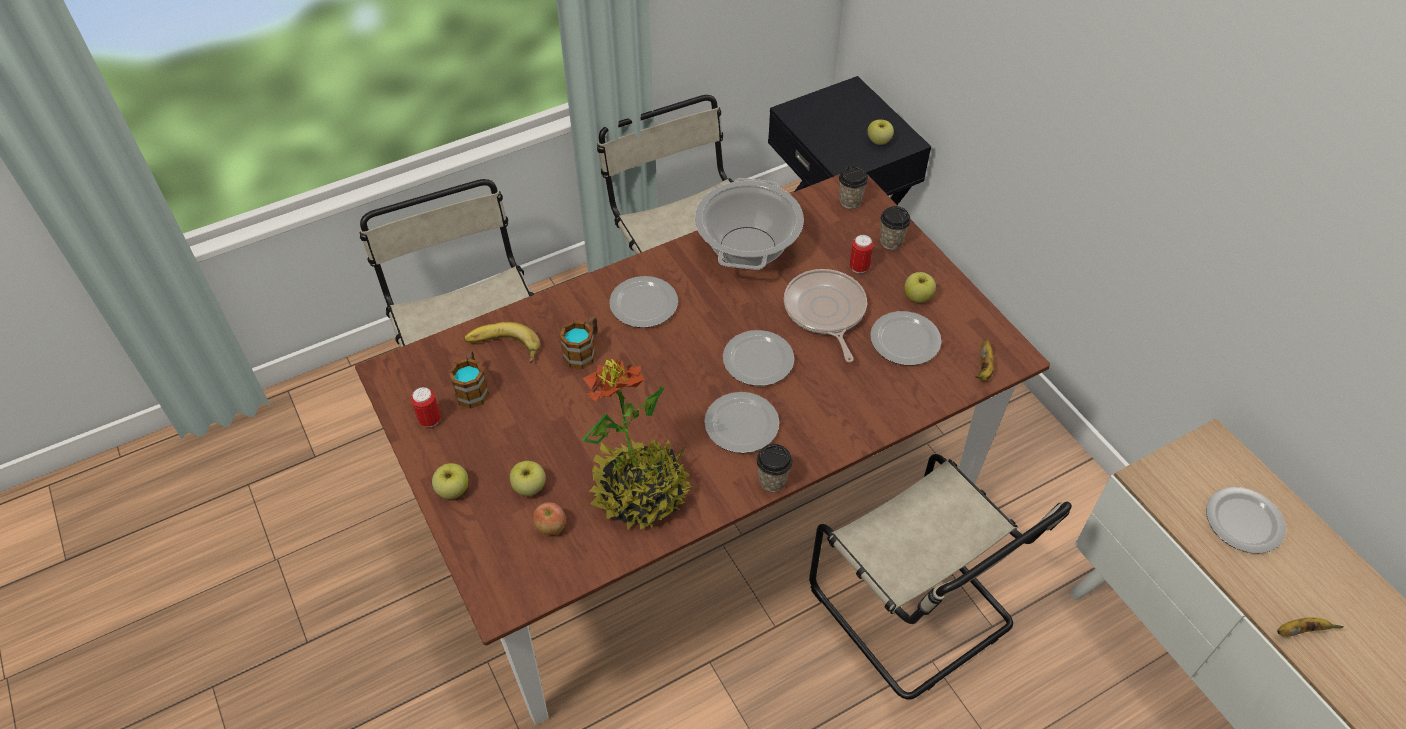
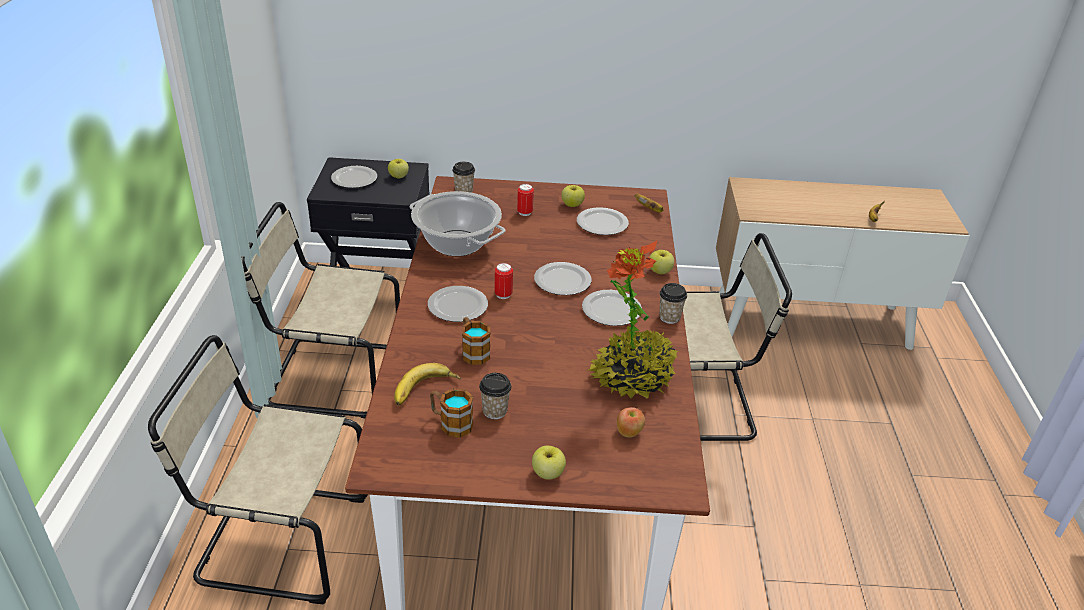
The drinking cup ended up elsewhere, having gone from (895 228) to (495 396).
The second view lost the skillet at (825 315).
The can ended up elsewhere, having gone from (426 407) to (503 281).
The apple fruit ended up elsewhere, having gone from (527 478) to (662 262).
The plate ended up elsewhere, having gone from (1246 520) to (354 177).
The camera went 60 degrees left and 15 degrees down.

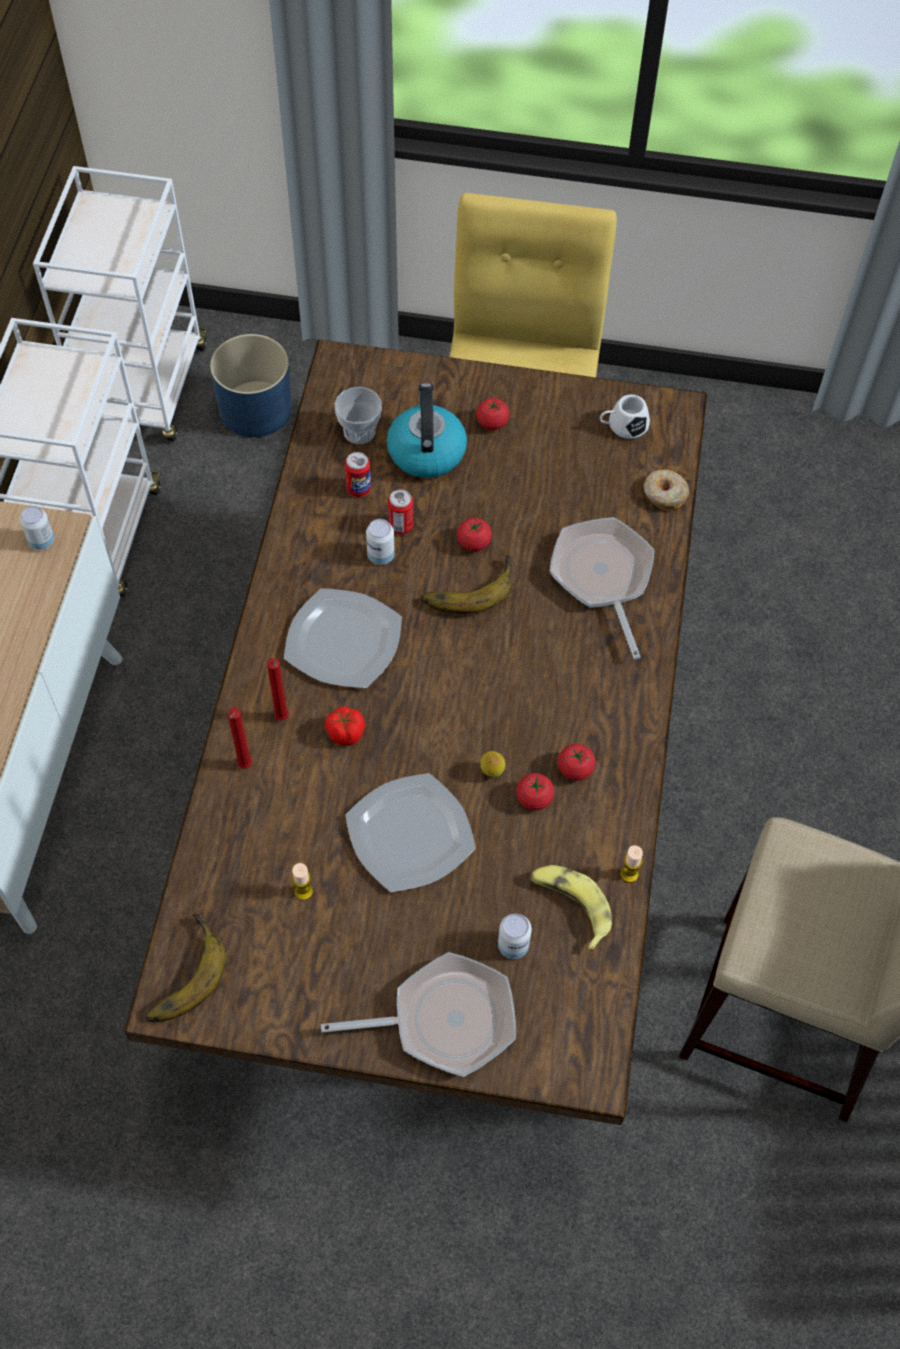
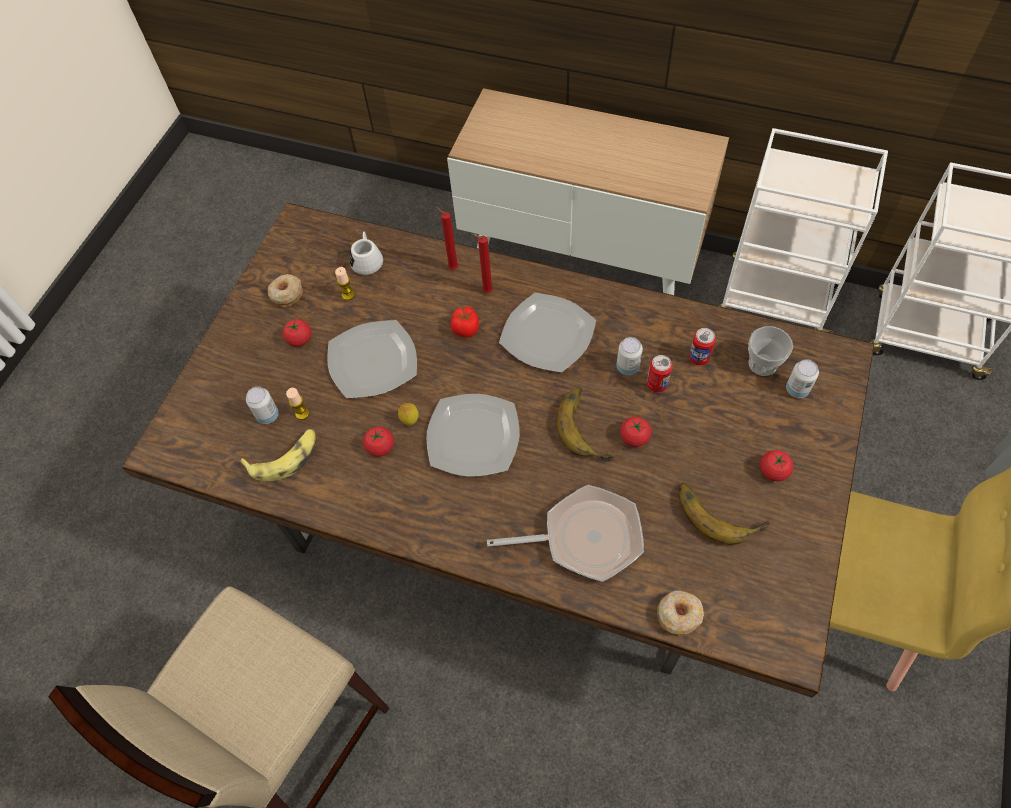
The second view lost the blue-coloured flower pot at (251 385).
The second view lost the water kettle at (427 430).
The white-coloured mug ended up elsewhere, having gone from (625 416) to (366 253).
The can ended up elsewhere, having gone from (37 528) to (802 378).
The whole tomato ended up elsewhere, having gone from (577 762) to (297 333).
The wax light ended up elsewhere, having gone from (631 864) to (297 404).
The banana fruit ended up elsewhere, having gone from (185 967) to (724 514).
The second view lost the skillet at (418 1014).
The second view gained the doughnut at (285 290).
The second view gained the plate at (473 435).
The camera went 105 degrees right and 0 degrees up.

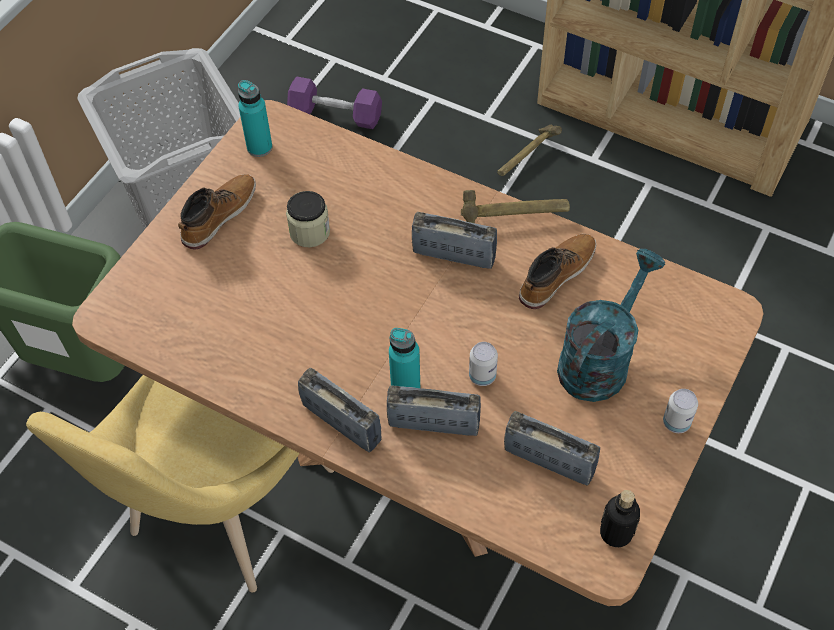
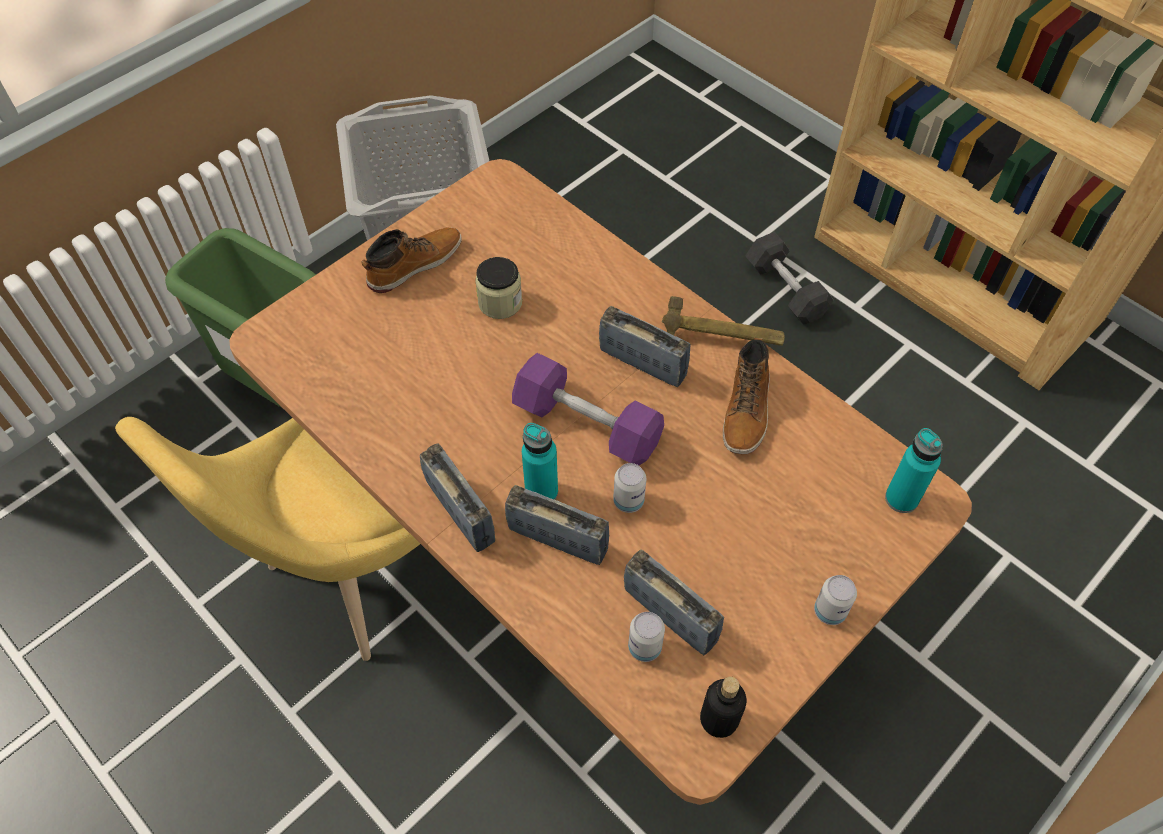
The purplish free weight ended up elsewhere, having gone from (334 102) to (588 409).
The turquoise bottle ended up elsewhere, having gone from (255 118) to (914 470).
Where the hand hammer stood at (529 150), the black-coloured free weight came to stand at (789 278).
The tall boot at (557 271) ended up facing another way, 135 degrees clockwise from before.
The second view lost the turquoise sprinkling can at (611 325).
The second view gained the can at (646 637).
The camera went 15 degrees right and 0 degrees up.

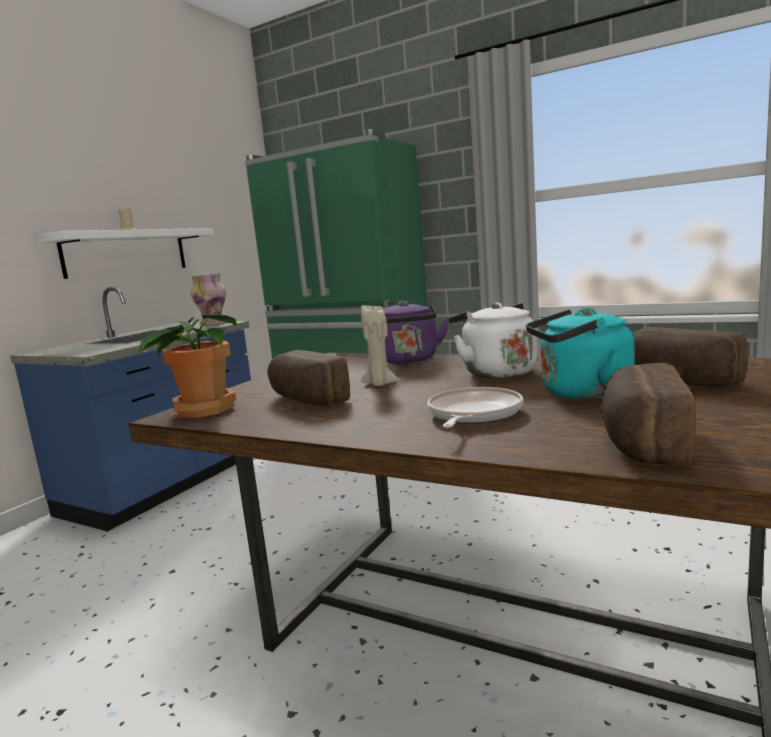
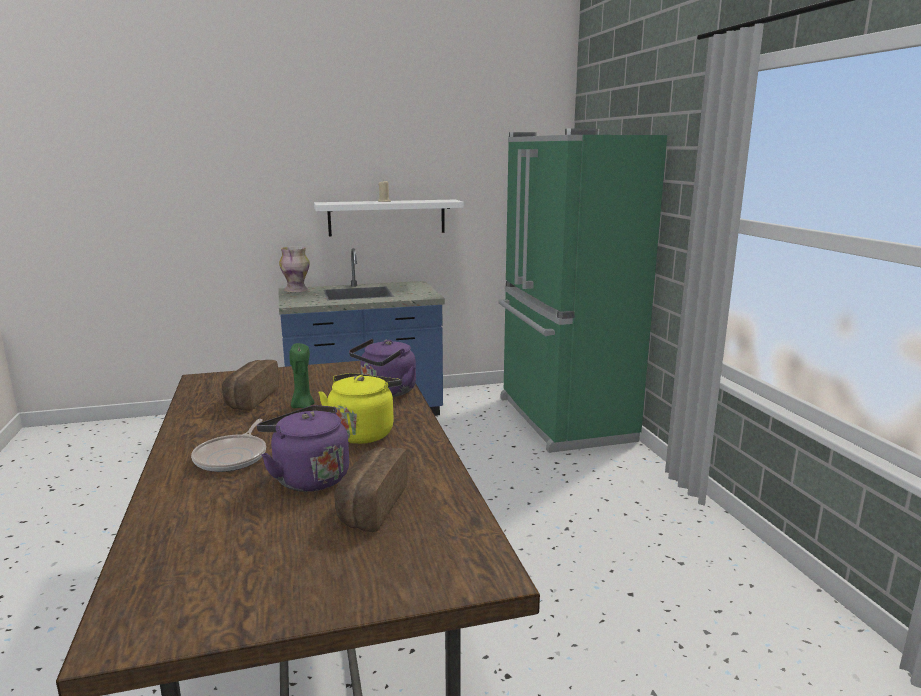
The vase ended up elsewhere, having gone from (208 299) to (294 269).
What was the white-coloured water kettle at (493 340) turned into the yellowish water kettle at (360 408).
What was the sand-coloured wax light at (380 345) turned into the green-coloured wax light at (302 375).
What was the turquoise water kettle at (580 354) turned into the purplish water kettle at (303 448).
The second view lost the potted plant at (187 366).
The second view lost the bread at (647 414).
The skillet at (475 407) ended up facing another way, 120 degrees clockwise from before.
The camera went 45 degrees right and 5 degrees up.

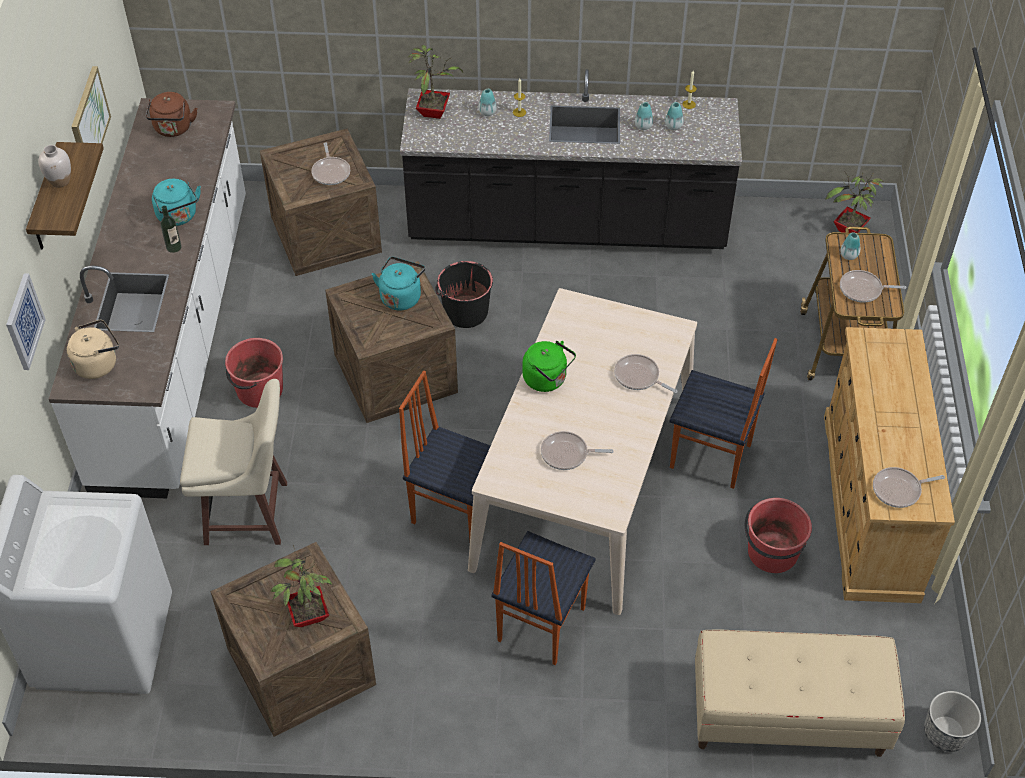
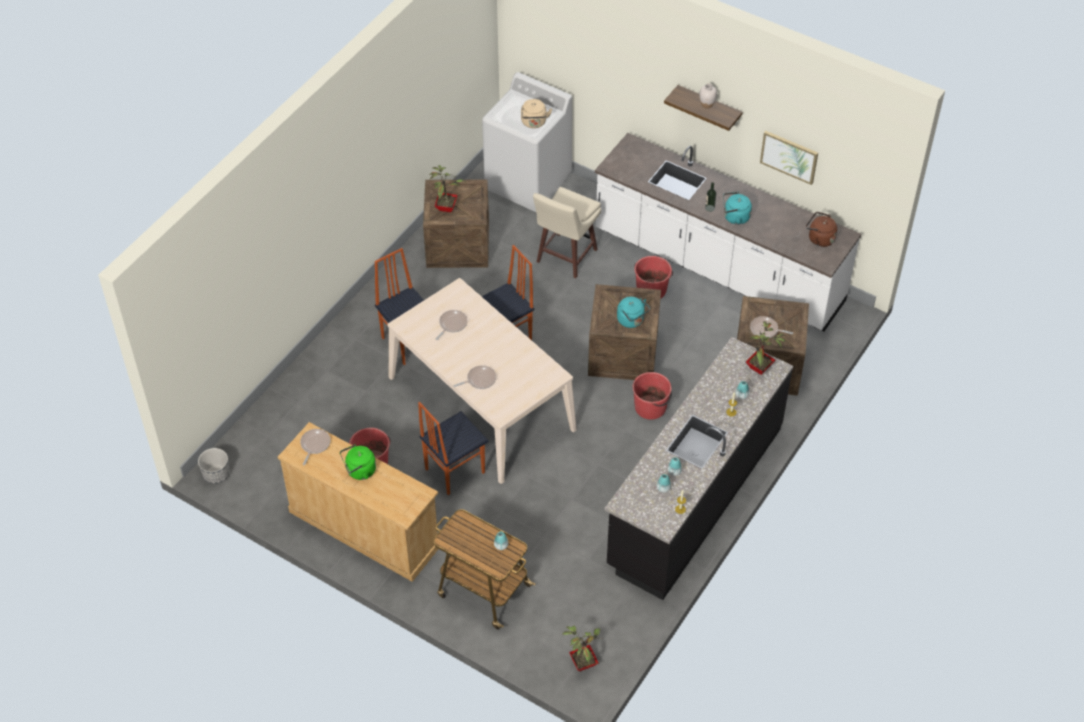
What was the black-coloured bucket at (464 294) turned into the red bucket at (652 396).
The second view lost the skillet at (873 286).
The second view lost the wall picture at (26 321).
The sand-coloured water kettle ended up elsewhere, having gone from (93 349) to (536 113).
The green-coloured water kettle ended up elsewhere, having gone from (549 366) to (358 462).
The second view lost the sand-coloured indoor bench at (800 693).
The camera went 120 degrees right and 0 degrees up.

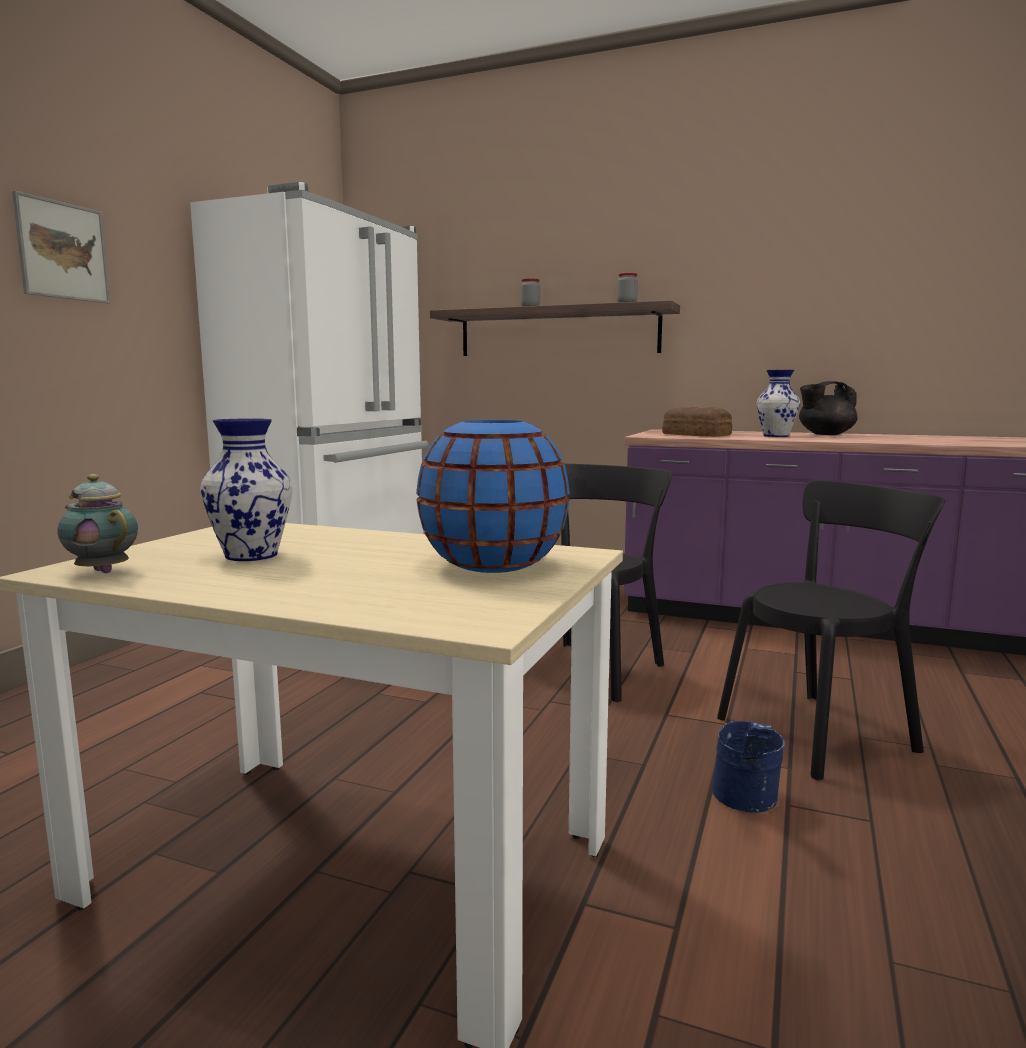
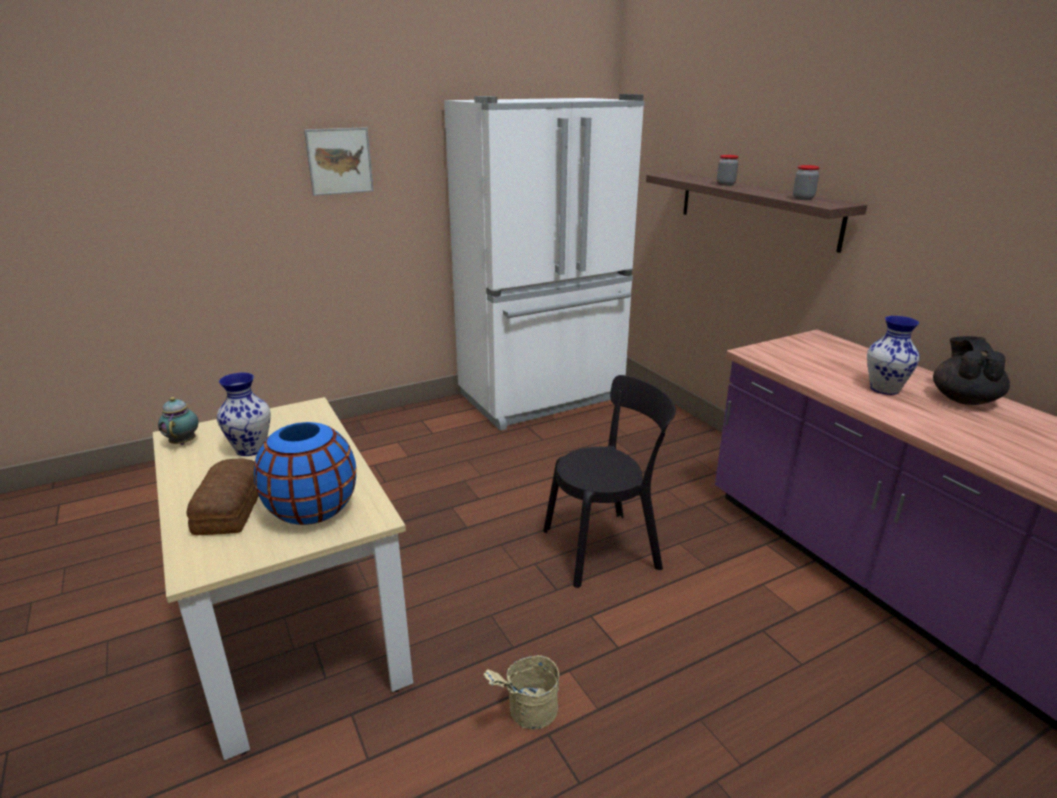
The black-coloured tea pot at (828 408) ended up facing another way, 75 degrees clockwise from before.
The bread ended up elsewhere, having gone from (697 422) to (222 496).
The second view lost the black-coloured chair at (831 630).
What was the blue-coloured bucket at (748 767) turned into the sand-coloured bucket at (521 692).
The camera went 40 degrees right and 15 degrees up.

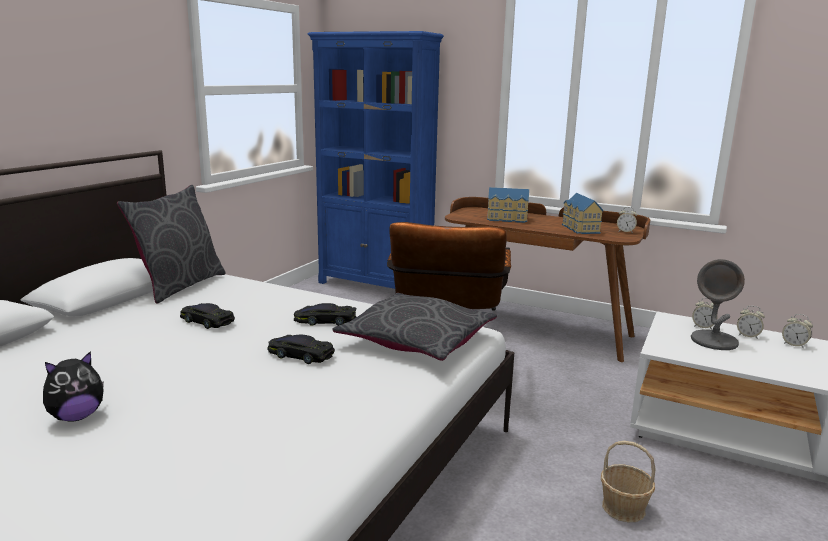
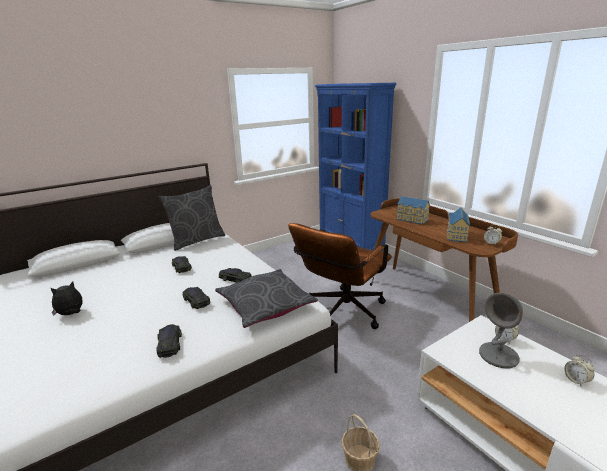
The second view lost the bedside clock at (751 322).
The soft toy at (73 386) ended up facing another way, 150 degrees clockwise from before.
The second view gained the black-coloured miniature car at (169 341).
The camera went 30 degrees right and 5 degrees up.

